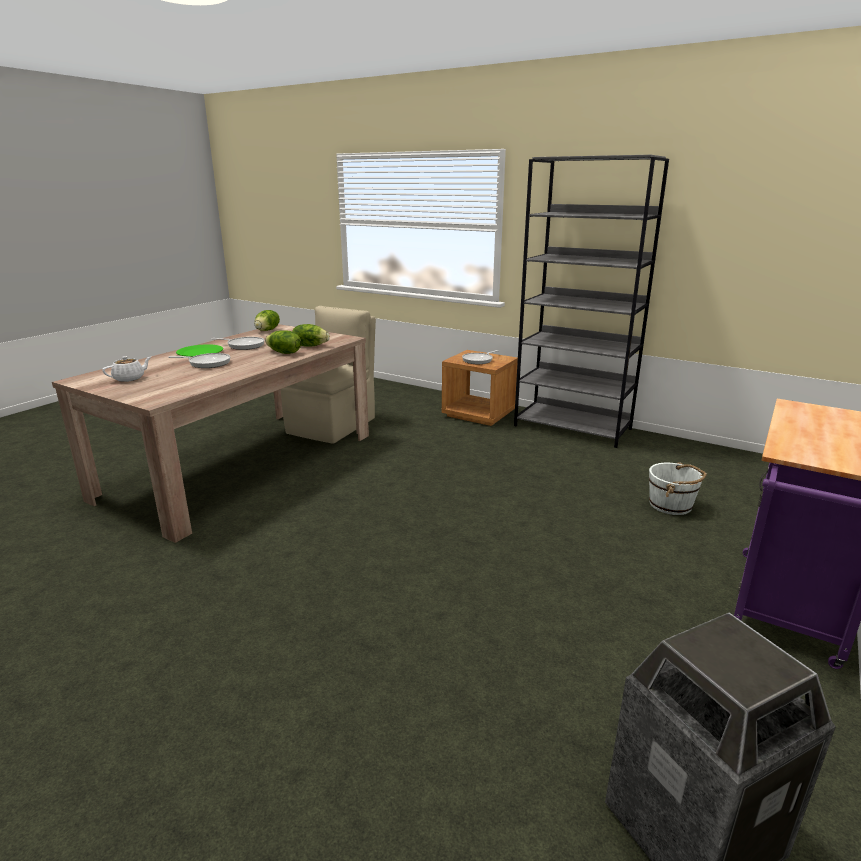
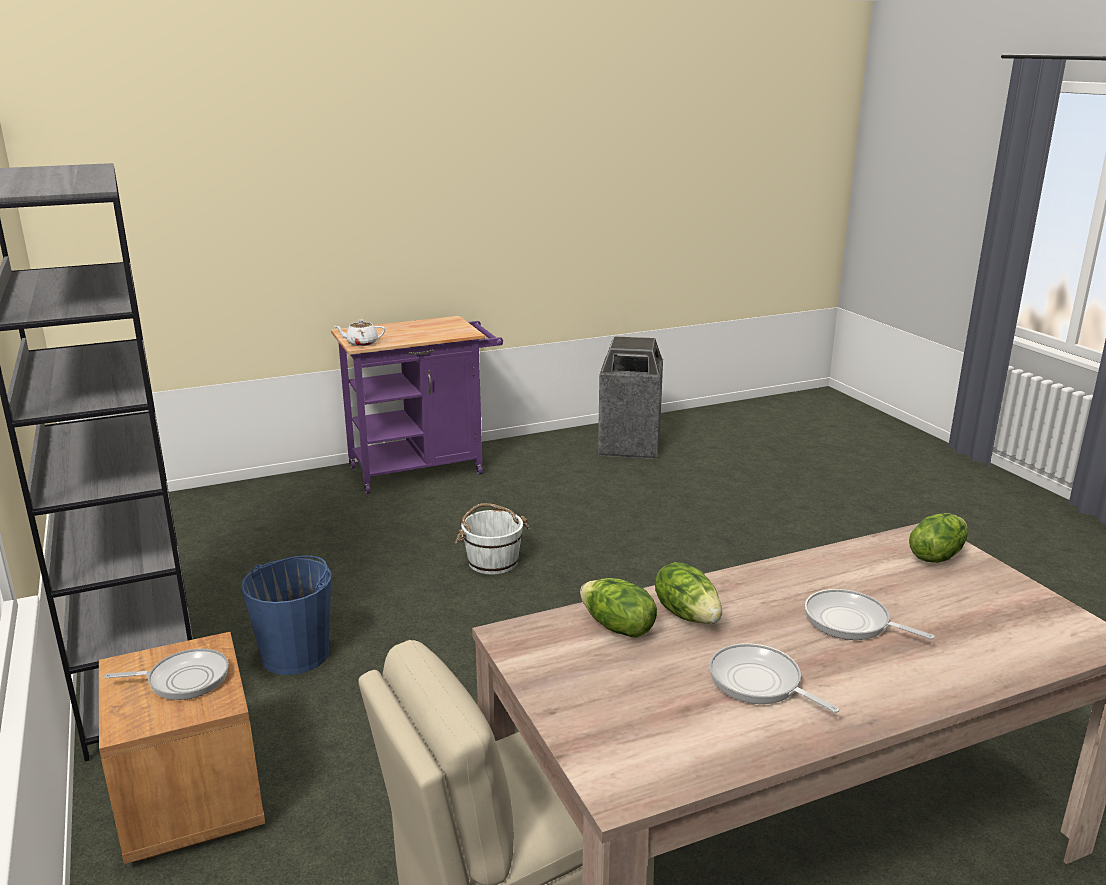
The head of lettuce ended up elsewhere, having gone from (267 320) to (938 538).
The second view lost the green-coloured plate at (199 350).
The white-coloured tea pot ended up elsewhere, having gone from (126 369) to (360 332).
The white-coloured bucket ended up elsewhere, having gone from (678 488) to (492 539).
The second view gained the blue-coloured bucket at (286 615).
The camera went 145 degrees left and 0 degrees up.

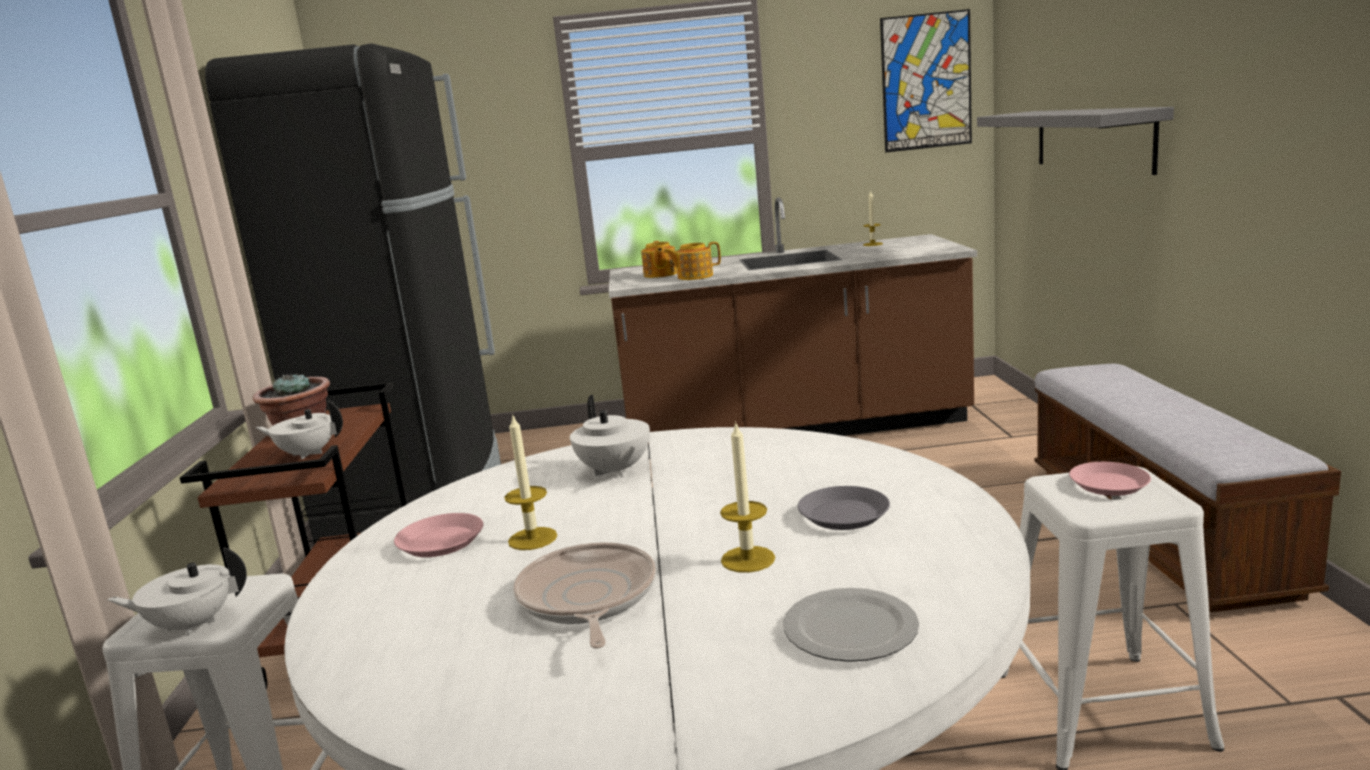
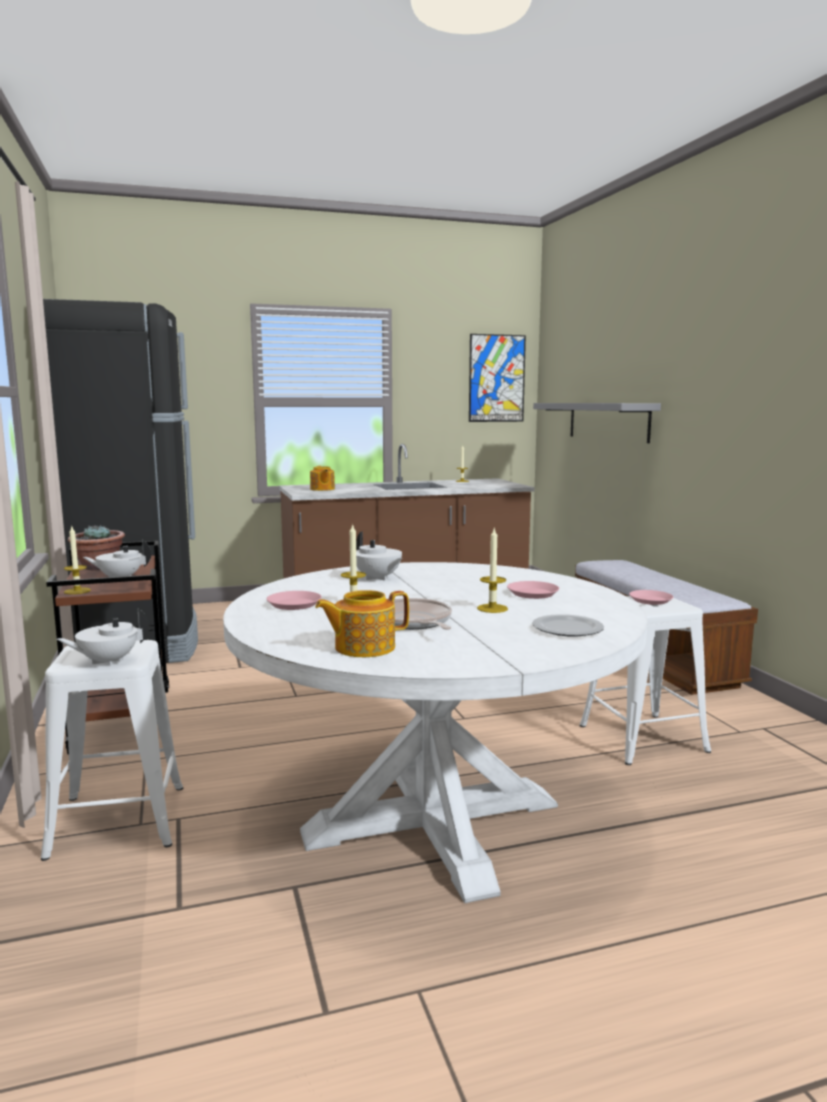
The tea pot ended up elsewhere, having gone from (692 261) to (362 623).
What was the greyish plate at (844 508) turned into the pinkish plate at (533 590).
The second view gained the wax light at (77 559).
The camera went 15 degrees left and 5 degrees down.

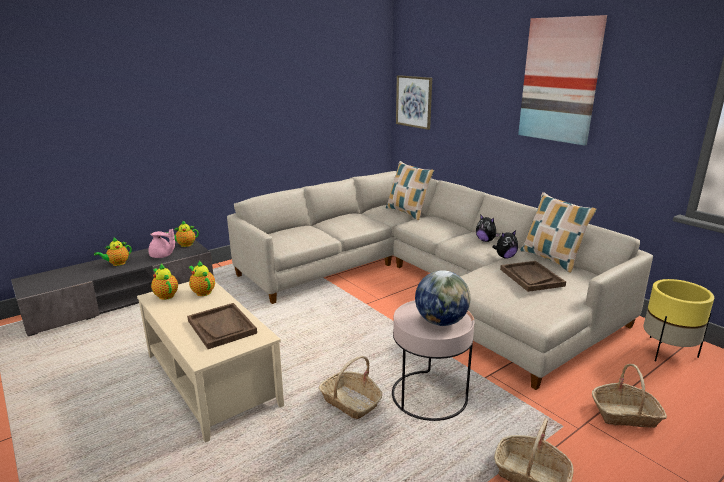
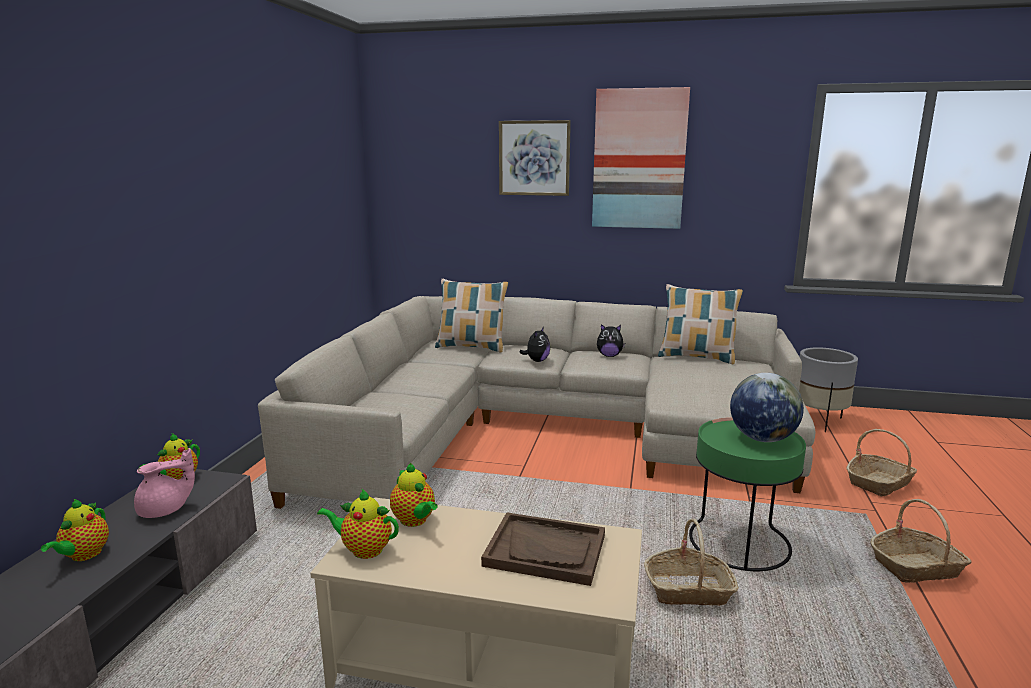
The wall picture ended up elsewhere, having gone from (414 102) to (535 158).
The soft toy ended up elsewhere, having gone from (505 244) to (534 344).
The tea pot at (202 278) ended up facing another way, 135 degrees counterclockwise from before.
The second view lost the brown-coloured serving tray at (533 276).
What was the yellowish flower pot at (678 320) turned into the greyish flower pot at (828 389).
What was the pinkish accent table at (433 360) turned into the green-coloured accent table at (747 494).
The camera went 40 degrees left and 5 degrees down.

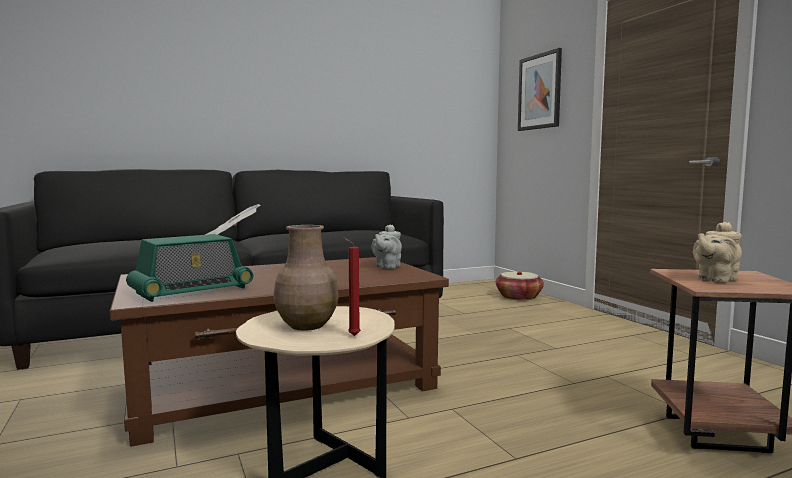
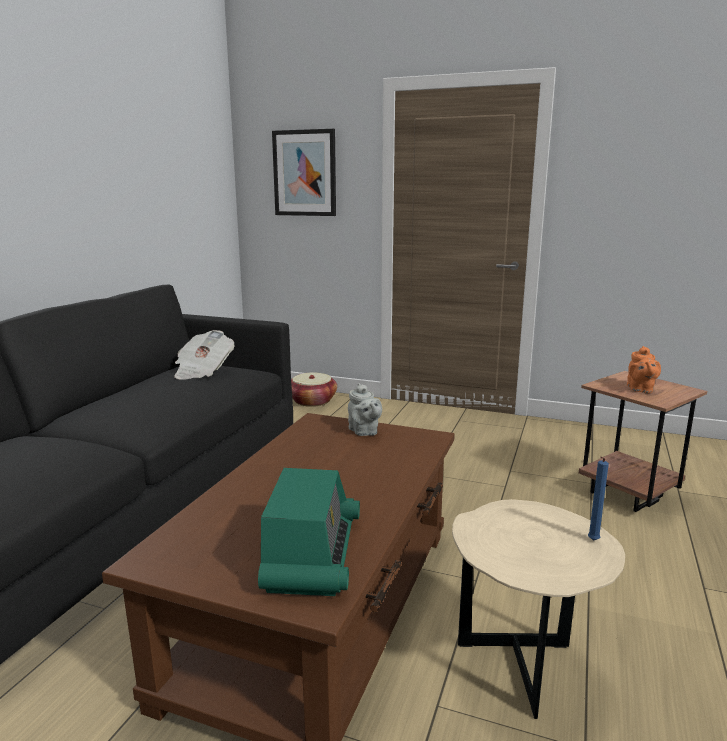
The newspaper ended up elsewhere, having gone from (233 219) to (204 355).
What was the sand-coloured tea pot at (717 252) turned into the orangey tea pot at (644 369).
The second view lost the brown-coloured vase at (306 278).
What was the red wax light at (352 286) turned into the blue-coloured wax light at (598 498).
The camera went 45 degrees left and 10 degrees up.

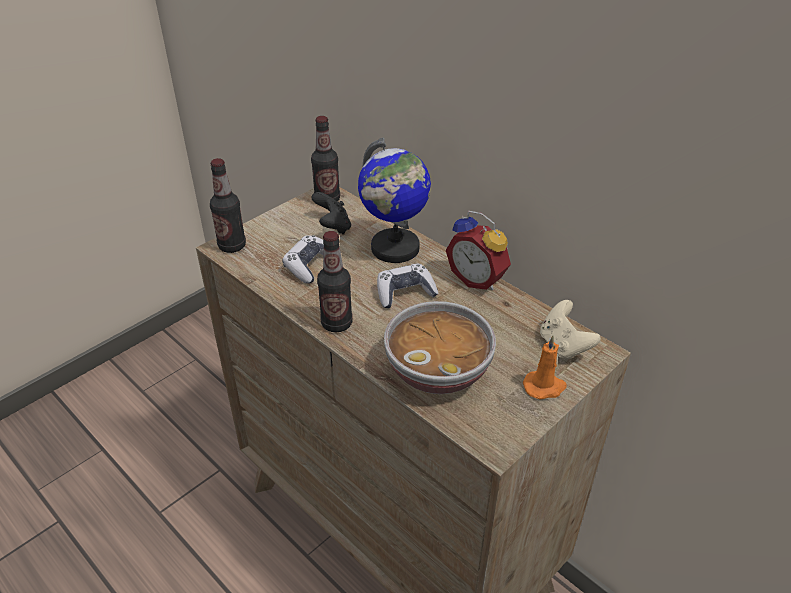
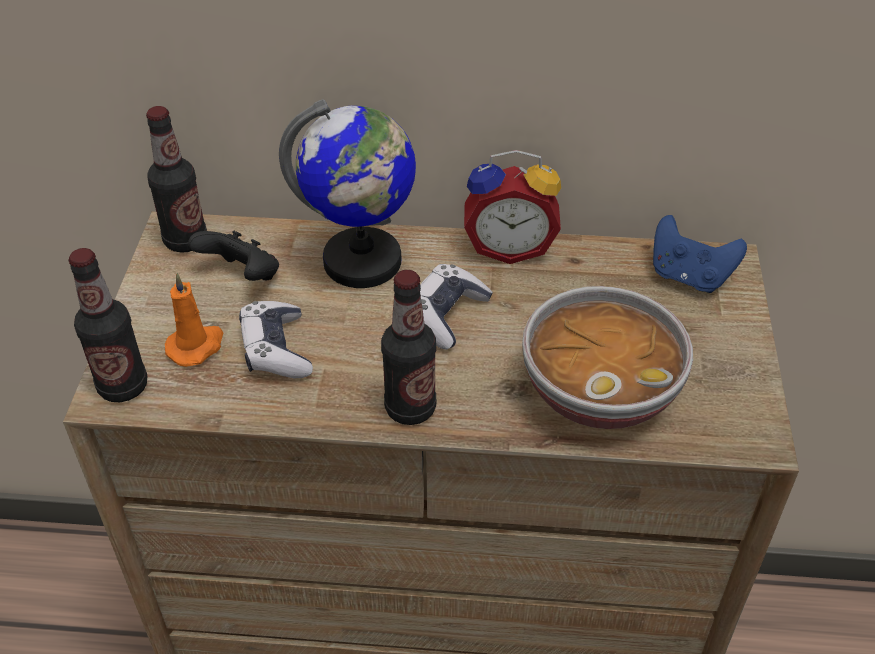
What was the sand-coloured gamepad at (570 330) turned into the blue-coloured gamepad at (700 254).
The orangey wax light ended up elsewhere, having gone from (545 368) to (194 320).
The camera went 40 degrees left and 5 degrees up.

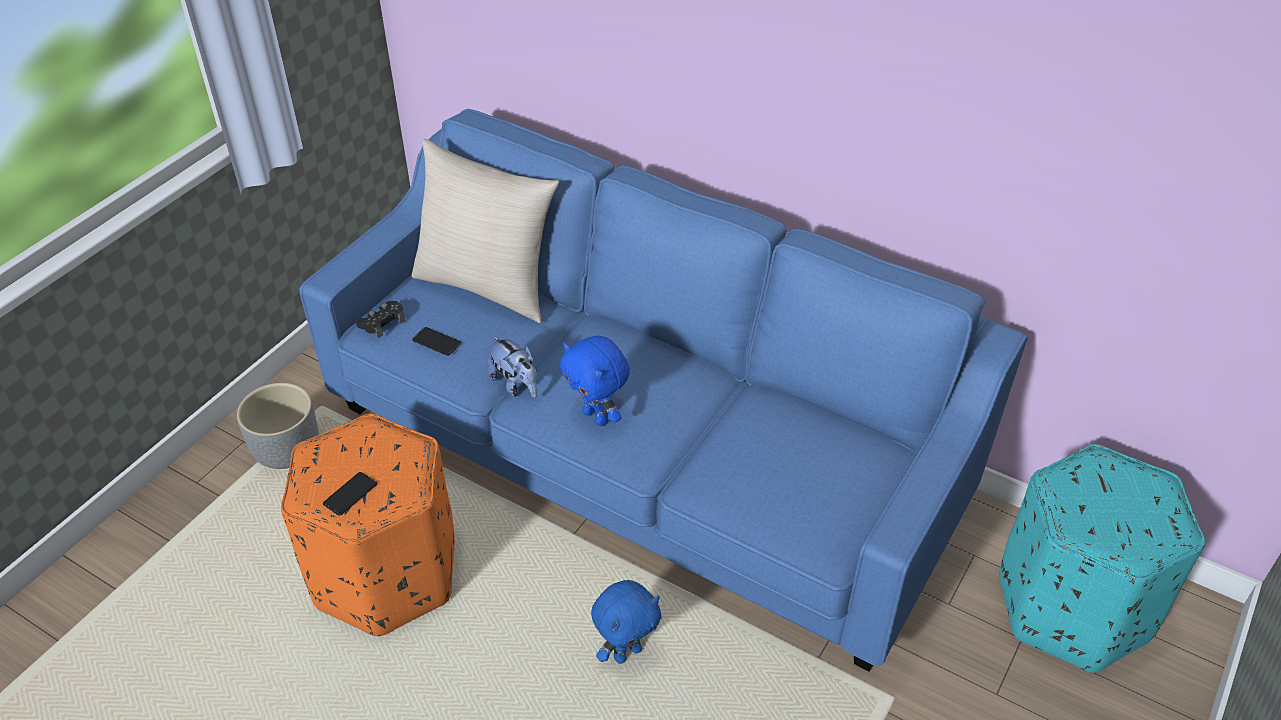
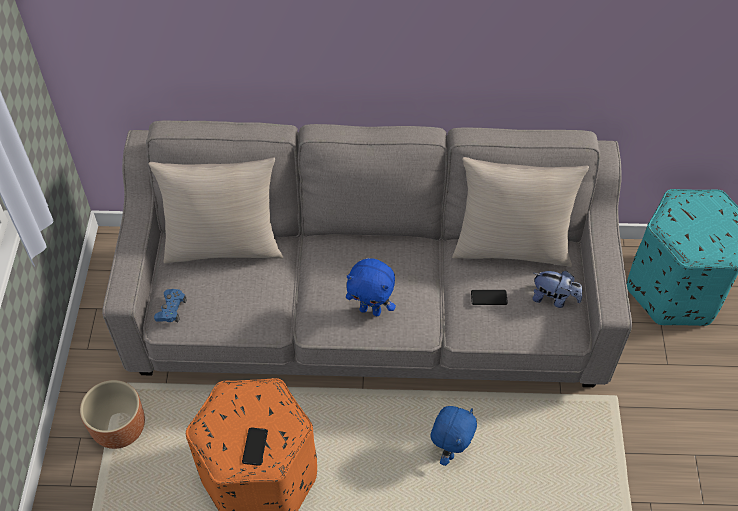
What was the blue-coloured settee at (663 390) turned into the greyish settee at (367 253).
What was the black-coloured gamepad at (380 319) turned into the blue-coloured gamepad at (170 305).
The phone ended up elsewhere, having gone from (436 341) to (489 297).
The soft toy ended up elsewhere, having gone from (512 367) to (557 289).
What was the greyish flower pot at (278 426) turned into the brown-coloured flower pot at (112 414).
The second view gained the sand-coloured cushion at (520 212).
The camera went 30 degrees left and 10 degrees up.

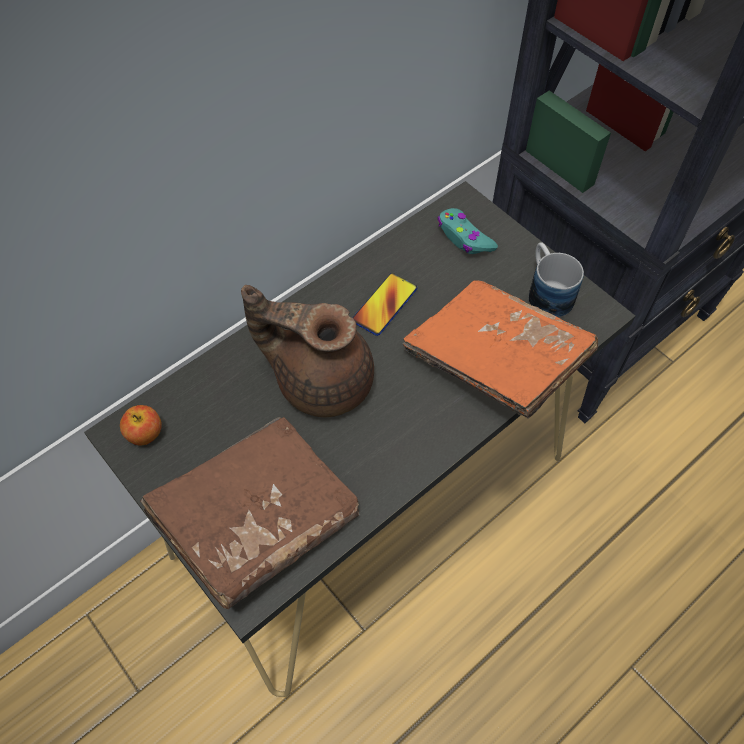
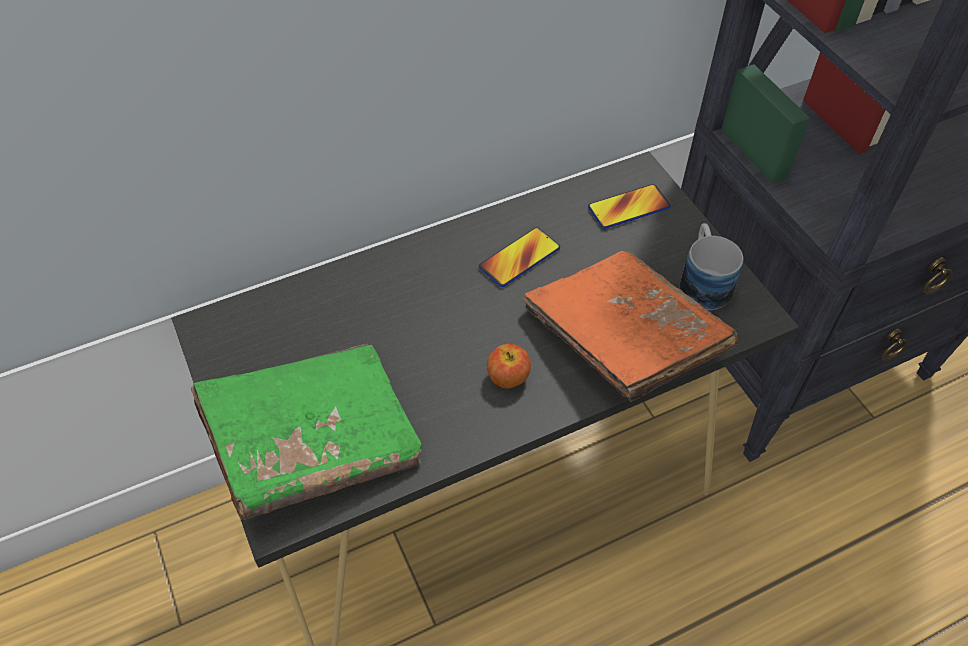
Where the turquoise gamepad stood at (468 231), the phone came to stand at (629 206).
The second view lost the brown-coloured tea pot at (307 351).
The apple fruit ended up elsewhere, having gone from (141 425) to (509 366).
What was the brown-coloured bound book at (249 513) turned into the green-coloured bound book at (306 432).
The camera went 15 degrees right and 5 degrees down.

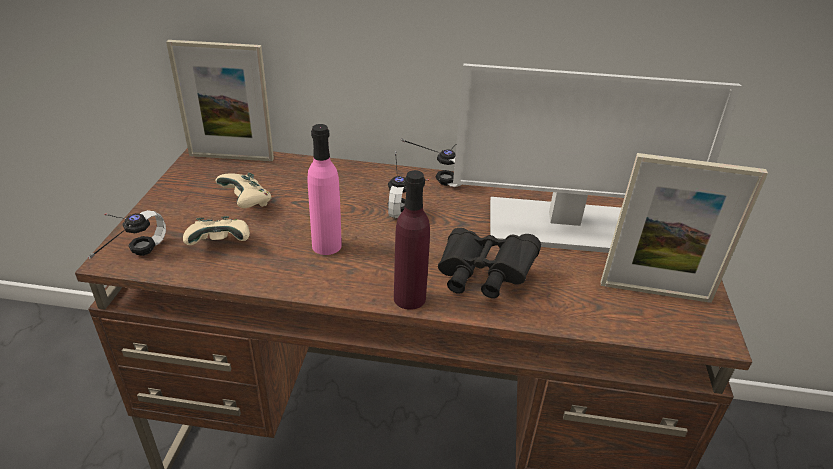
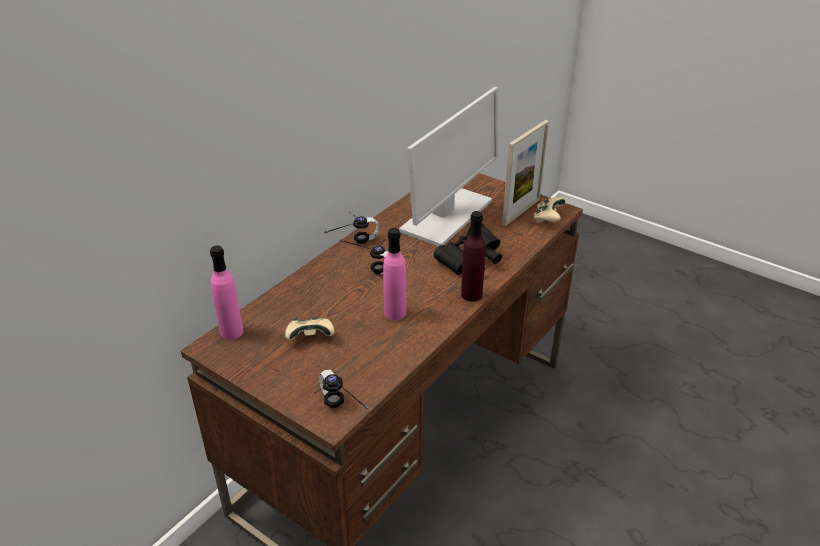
Where the picture frame stood at (220 100), the pinkish bottle came to stand at (226 293).
The sand-coloured gamepad ended up elsewhere, having gone from (216 230) to (549 210).
The camera went 60 degrees left and 0 degrees up.

